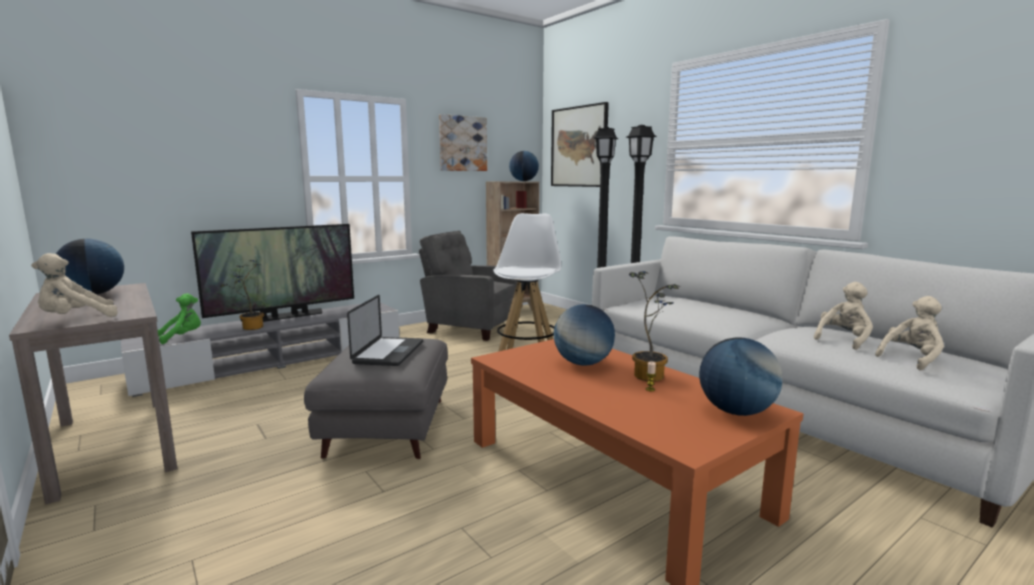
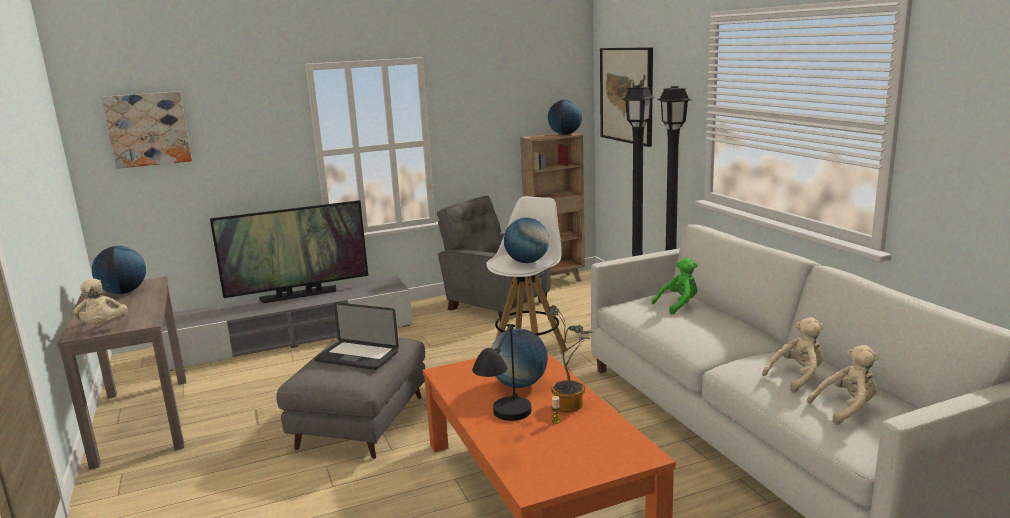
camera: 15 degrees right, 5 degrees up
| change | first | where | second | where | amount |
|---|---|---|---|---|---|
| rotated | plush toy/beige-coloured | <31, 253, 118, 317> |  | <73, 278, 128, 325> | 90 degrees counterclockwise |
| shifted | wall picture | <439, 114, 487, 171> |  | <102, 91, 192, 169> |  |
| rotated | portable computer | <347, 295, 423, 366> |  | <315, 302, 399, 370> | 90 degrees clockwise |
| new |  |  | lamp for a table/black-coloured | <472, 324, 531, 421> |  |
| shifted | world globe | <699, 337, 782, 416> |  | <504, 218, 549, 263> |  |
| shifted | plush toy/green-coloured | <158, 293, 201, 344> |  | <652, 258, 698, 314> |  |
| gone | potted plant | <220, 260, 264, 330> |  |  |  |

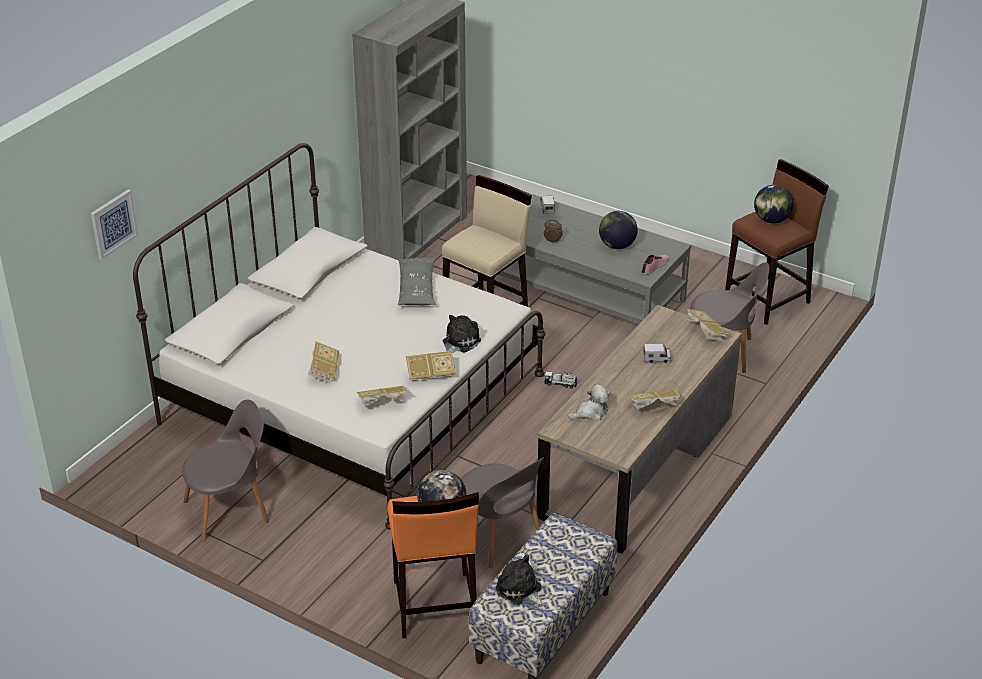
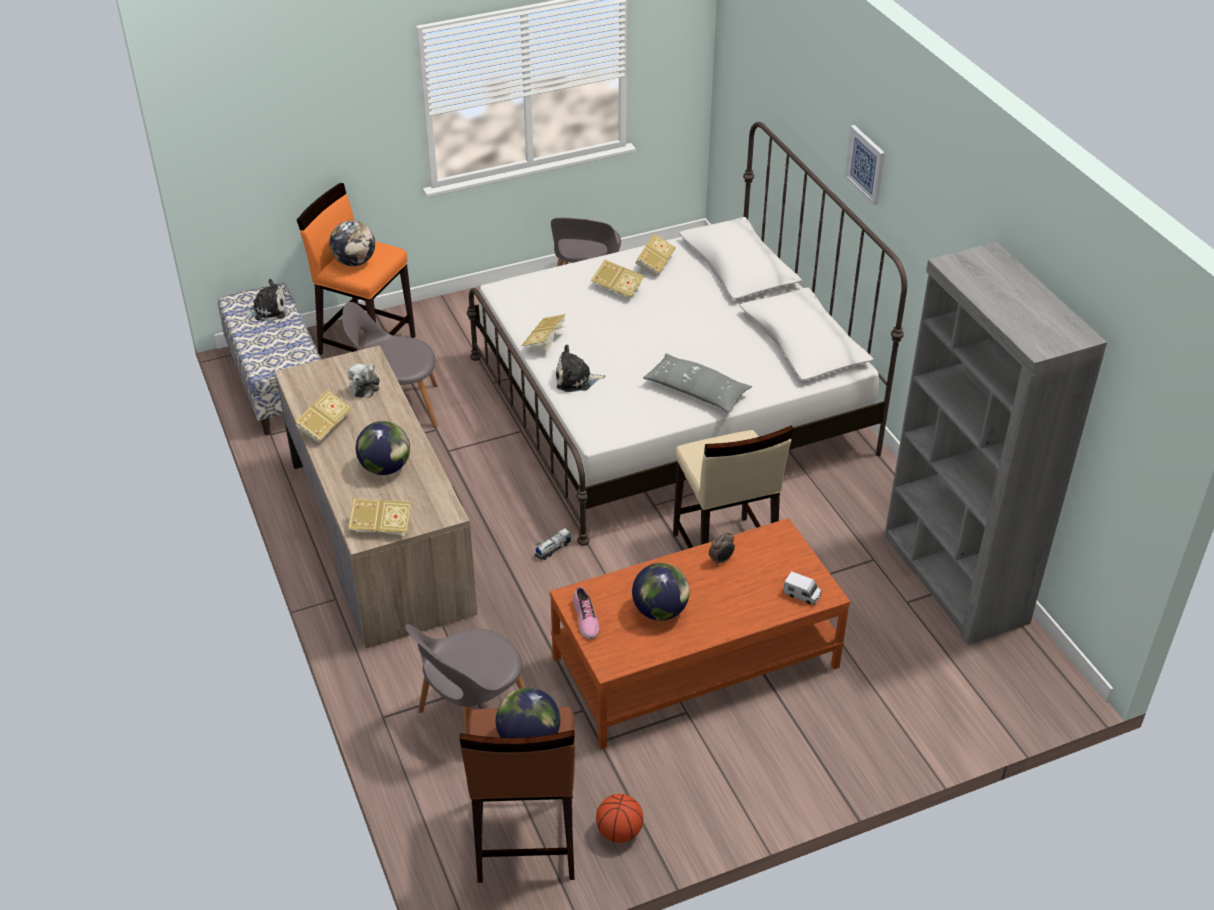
camera: 125 degrees right, 5 degrees up
| change | first | where | second | where | amount |
|---|---|---|---|---|---|
| swapped | model truck | <643, 344, 671, 363> | world globe | <356, 421, 410, 475> |  |
| repainted | lounge table/gray | <494, 194, 691, 324> | lounge table/brown-coloured | <550, 518, 850, 749> |  |
| rotated | plush toy | <443, 315, 481, 353> |  | <556, 344, 606, 392> | 105 degrees clockwise |
| new |  |  | basketball | <596, 794, 643, 843> |  |
| shifted | book | <357, 386, 407, 407> |  | <635, 233, 676, 277> |  |
| shifted | wall picture | <91, 189, 138, 260> |  | <845, 125, 885, 205> |  |

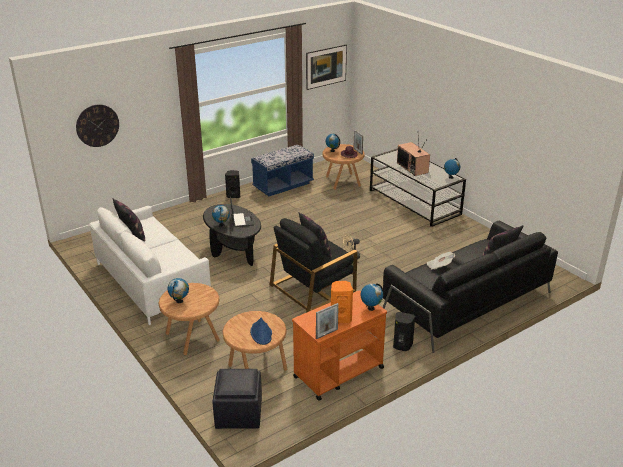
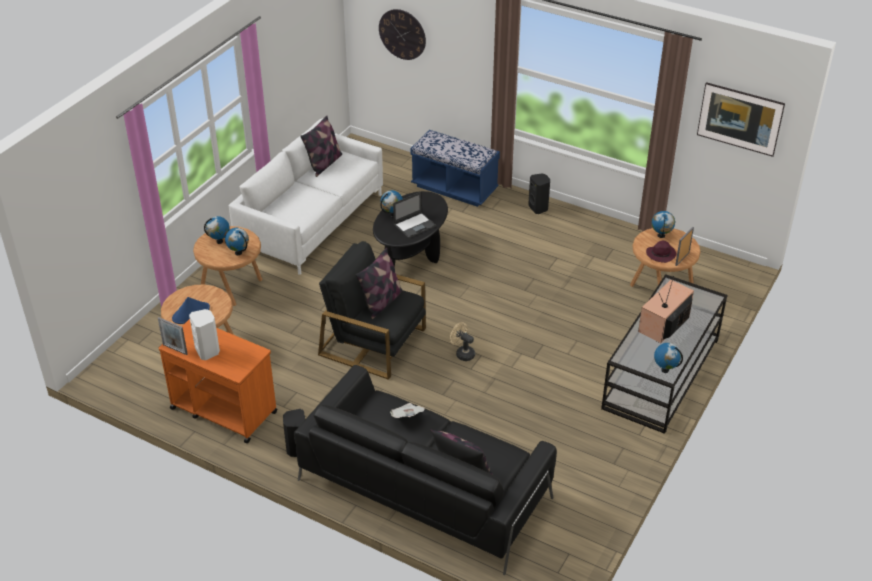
camera: 65 degrees right, 10 degrees up
| change | first | where | second | where | amount |
|---|---|---|---|---|---|
| repainted | loudspeaker/orange-coloured | <331, 281, 353, 323> | loudspeaker/white-coloured | <189, 309, 220, 360> |  |
| shifted | world globe | <361, 283, 383, 311> |  | <225, 228, 249, 255> |  |
| shifted | long seat/bluish | <251, 145, 314, 196> |  | <411, 130, 500, 207> |  |
| gone | pouffe/black-coloured | <213, 369, 262, 429> |  |  |  |

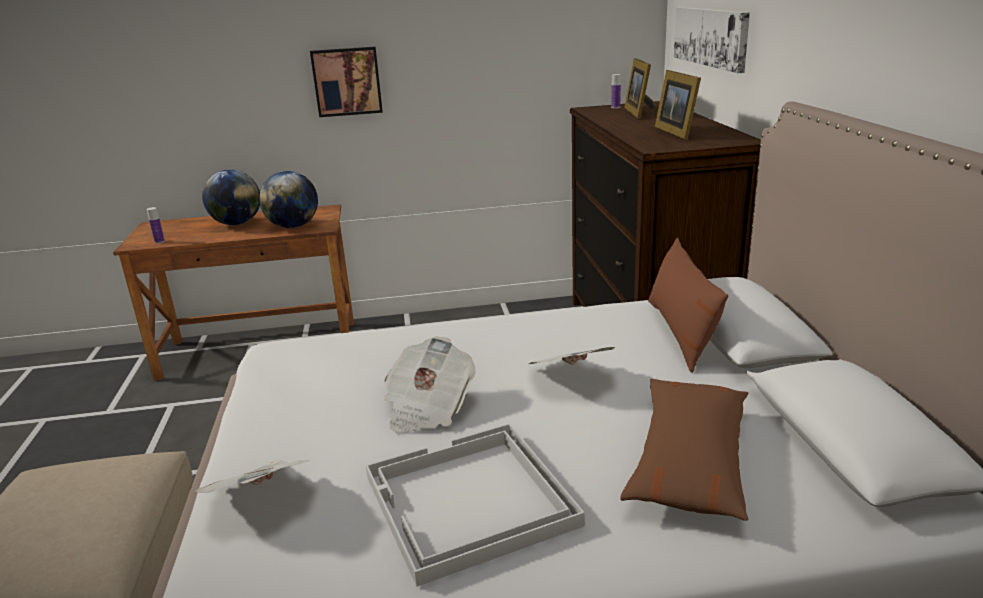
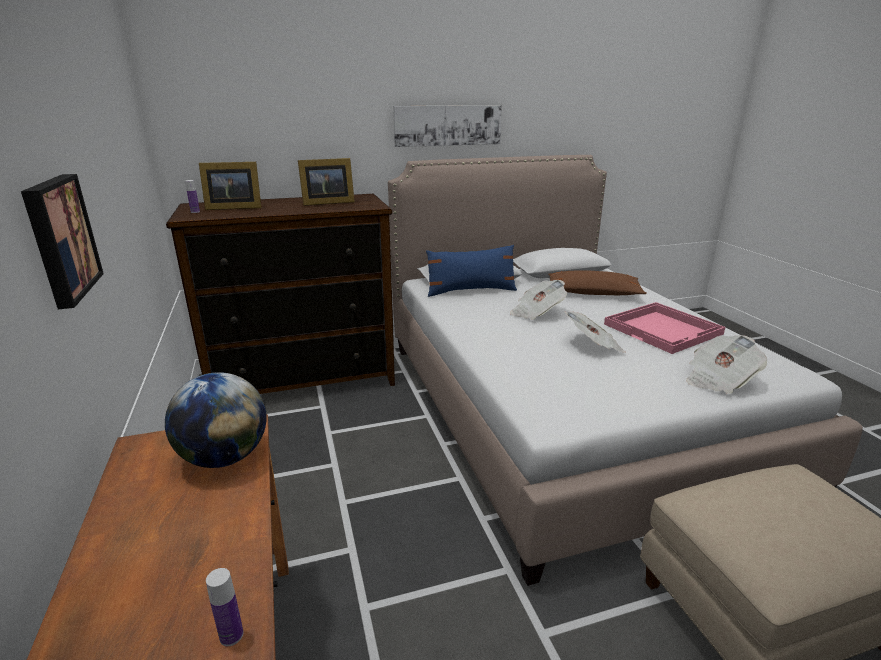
camera: 100 degrees left, 0 degrees up
| change | first | where | second | where | amount |
|---|---|---|---|---|---|
| shifted | wall picture | <674, 7, 750, 73> |  | <393, 105, 502, 147> |  |
| repainted | throw pillow/brown-coloured | <648, 238, 728, 373> | throw pillow/bluish | <426, 245, 517, 297> |  |
| repainted | carrying tray/white-coloured | <366, 423, 585, 587> | carrying tray/pink-coloured | <604, 302, 725, 354> |  |
| gone | world globe | <202, 169, 260, 225> |  |  |  |

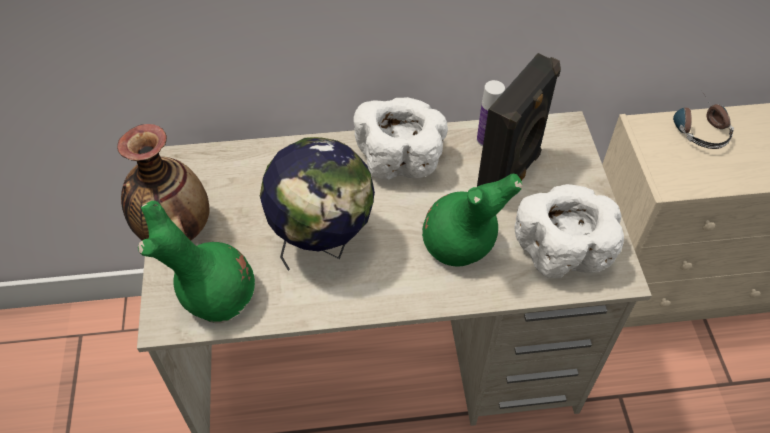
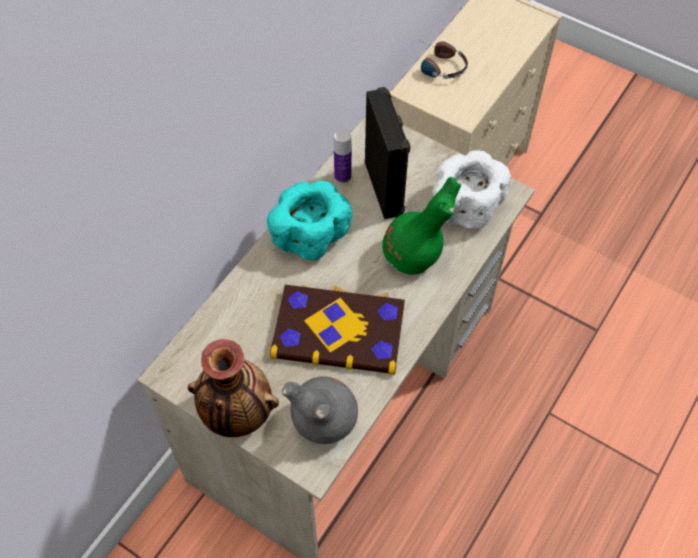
camera: 50 degrees left, 5 degrees up
| change | first | where | second | where | amount |
|---|---|---|---|---|---|
| repainted | deep dish/white-coloured | <353, 97, 448, 180> | deep dish/turquoise-coloured | <267, 181, 352, 261> |  |
| swapped | world globe | <260, 137, 375, 271> | book | <270, 284, 405, 375> |  |
| repainted | flower vase/green-coloured | <138, 201, 255, 323> | flower vase/gray | <282, 376, 358, 444> |  |

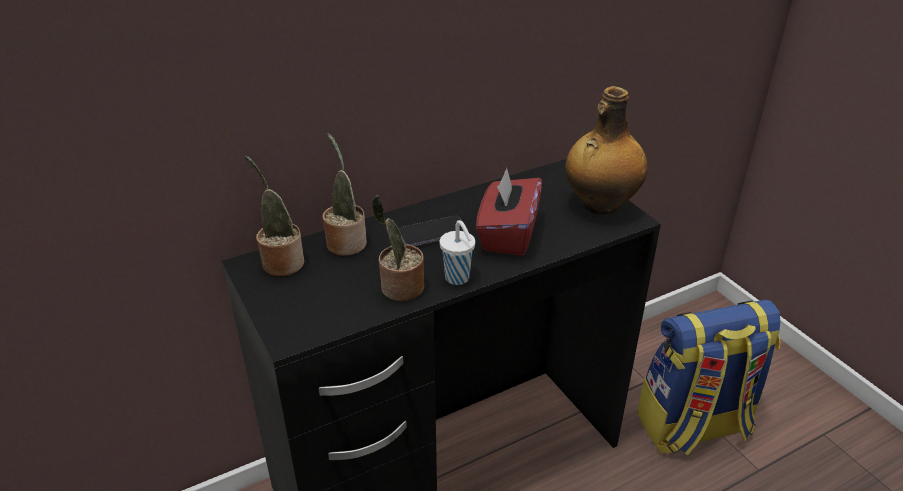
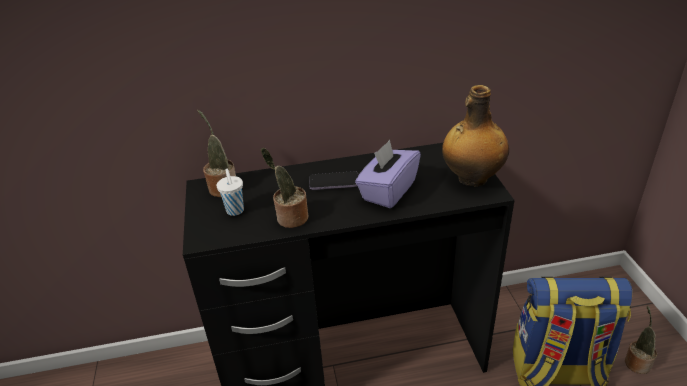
camera: 20 degrees right, 0 degrees up
| change | first | where | second | where | amount |
|---|---|---|---|---|---|
| shifted | drinking cup/white-coloured | <440, 220, 475, 285> |  | <216, 169, 244, 216> |  |
| repainted | tissue holder/red | <476, 168, 542, 256> | tissue holder/purple-coloured | <355, 140, 421, 208> |  |
| shifted | potted plant | <322, 133, 367, 256> |  | <625, 306, 657, 374> |  |

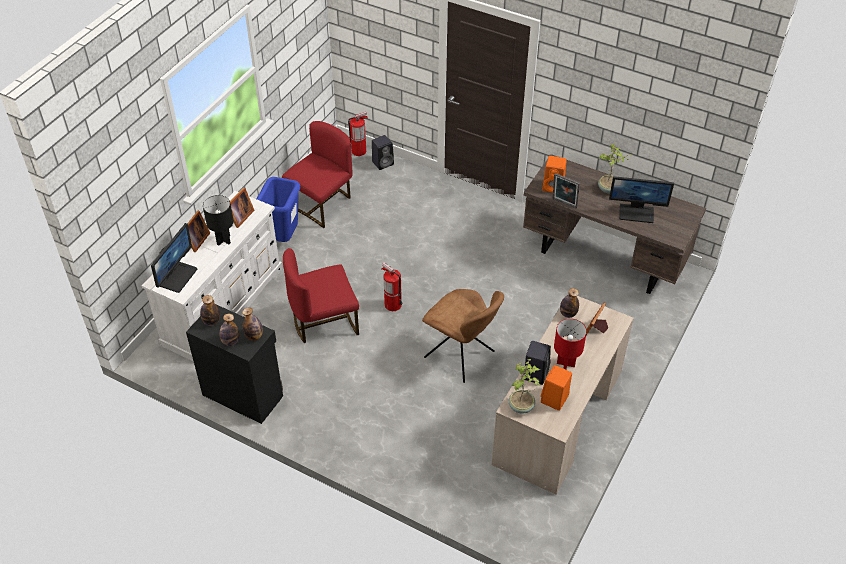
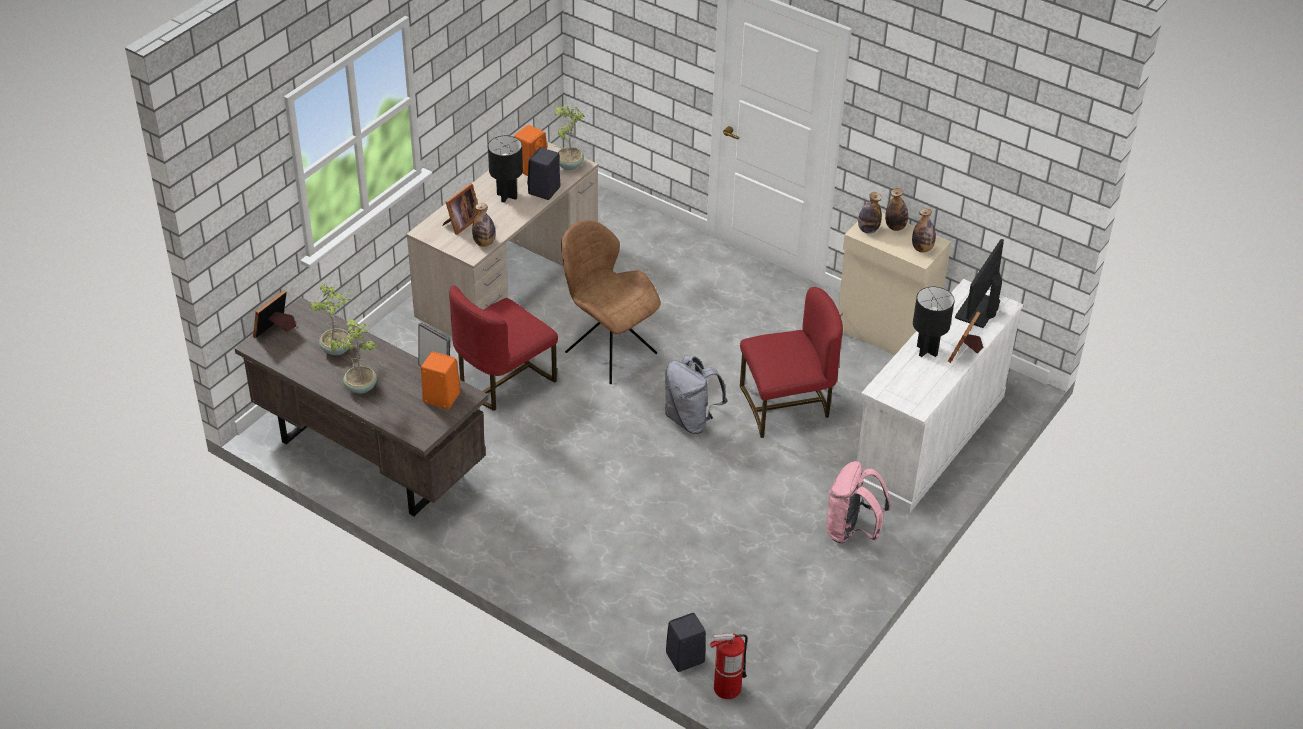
camera: 175 degrees left, 5 degrees down
| change | first | where | second | where | amount |
|---|---|---|---|---|---|
| shifted | picture frame | <230, 187, 255, 228> |  | <253, 290, 296, 339> |  |
| swapped | monitor | <609, 176, 674, 223> | potted plant | <310, 283, 353, 355> |  |
| shifted | chair/red | <282, 121, 353, 228> |  | <449, 285, 558, 411> |  |
| repainted | lamp for a table/red | <554, 319, 587, 370> | lamp for a table/black-coloured | <488, 136, 523, 203> |  |
| swapped | fire-fighting cylinder | <382, 262, 403, 311> | knapsack/gray | <665, 355, 727, 434> |  |
| swapped | trash can/bluish | <257, 177, 301, 242> | knapsack/pink-coloured | <826, 461, 890, 543> |  |
| repainted | cabinet/black-coloured | <186, 305, 283, 424> | cabinet/beige-coloured | <838, 213, 951, 355> |  |

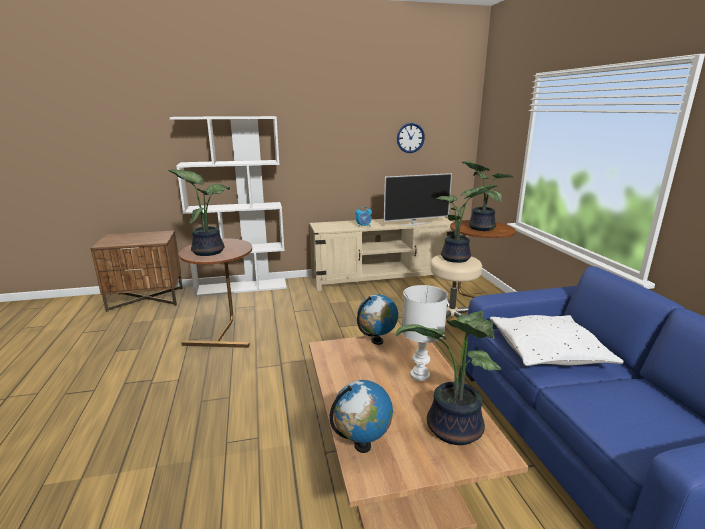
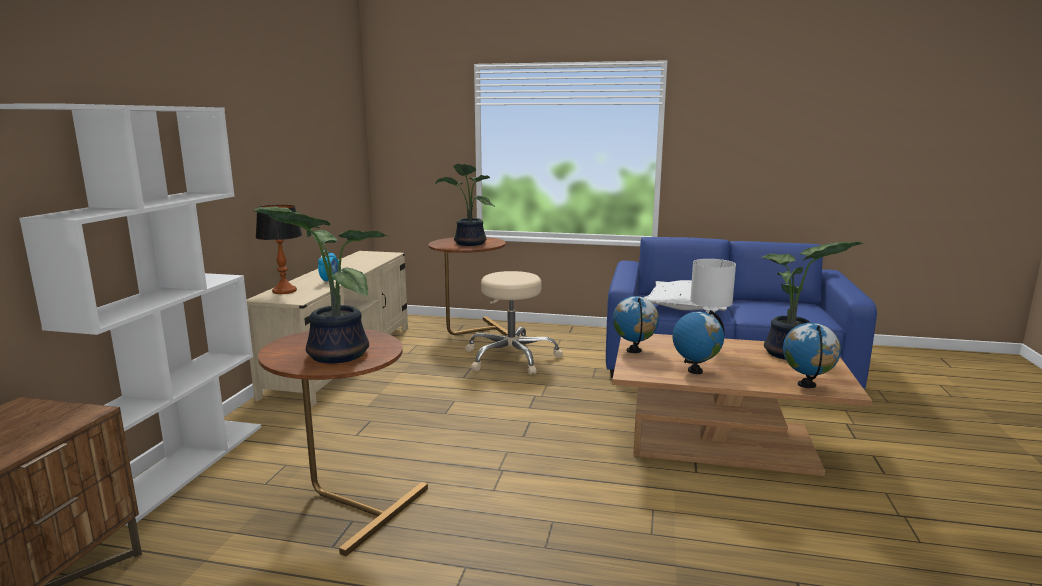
camera: 65 degrees left, 5 degrees down
| change | first | where | second | where | amount |
|---|---|---|---|---|---|
| new |  |  | lamp for a table | <255, 205, 302, 294> |  |
| new |  |  | world globe | <672, 310, 724, 374> |  |
| gone | TV | <384, 173, 452, 226> |  |  |  |
| gone | hanging clock | <397, 123, 425, 153> |  |  |  |
| gone | potted plant | <435, 185, 497, 263> |  |  |  |

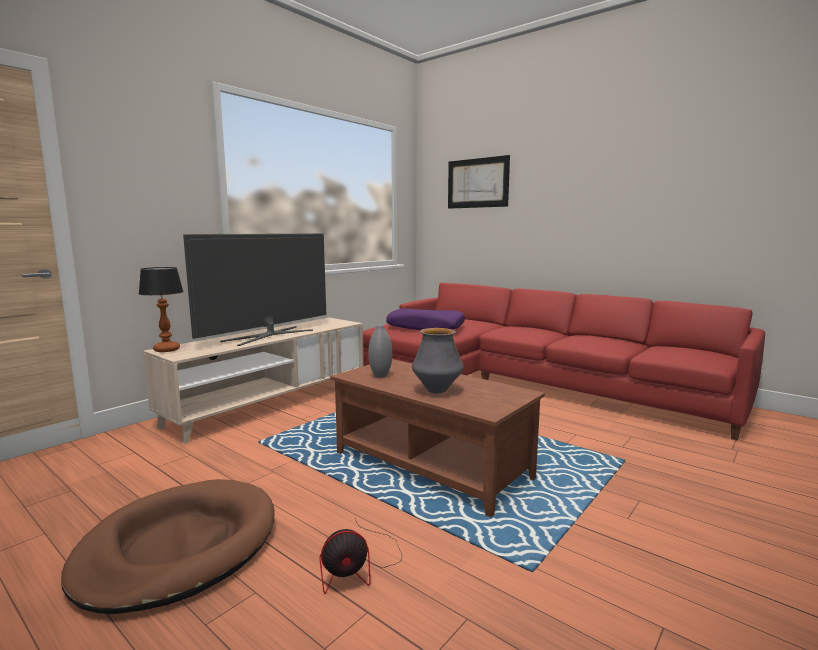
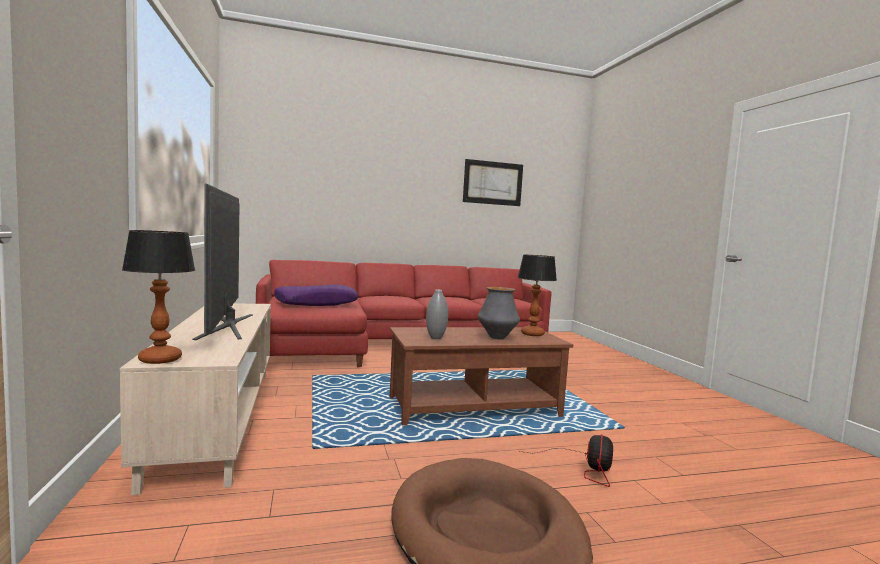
camera: 55 degrees left, 5 degrees down
| change | first | where | second | where | amount |
|---|---|---|---|---|---|
| shifted | wall picture | <448, 155, 510, 209> |  | <463, 159, 523, 206> |  |
| new |  |  | lamp for a table | <518, 255, 557, 336> |  |

